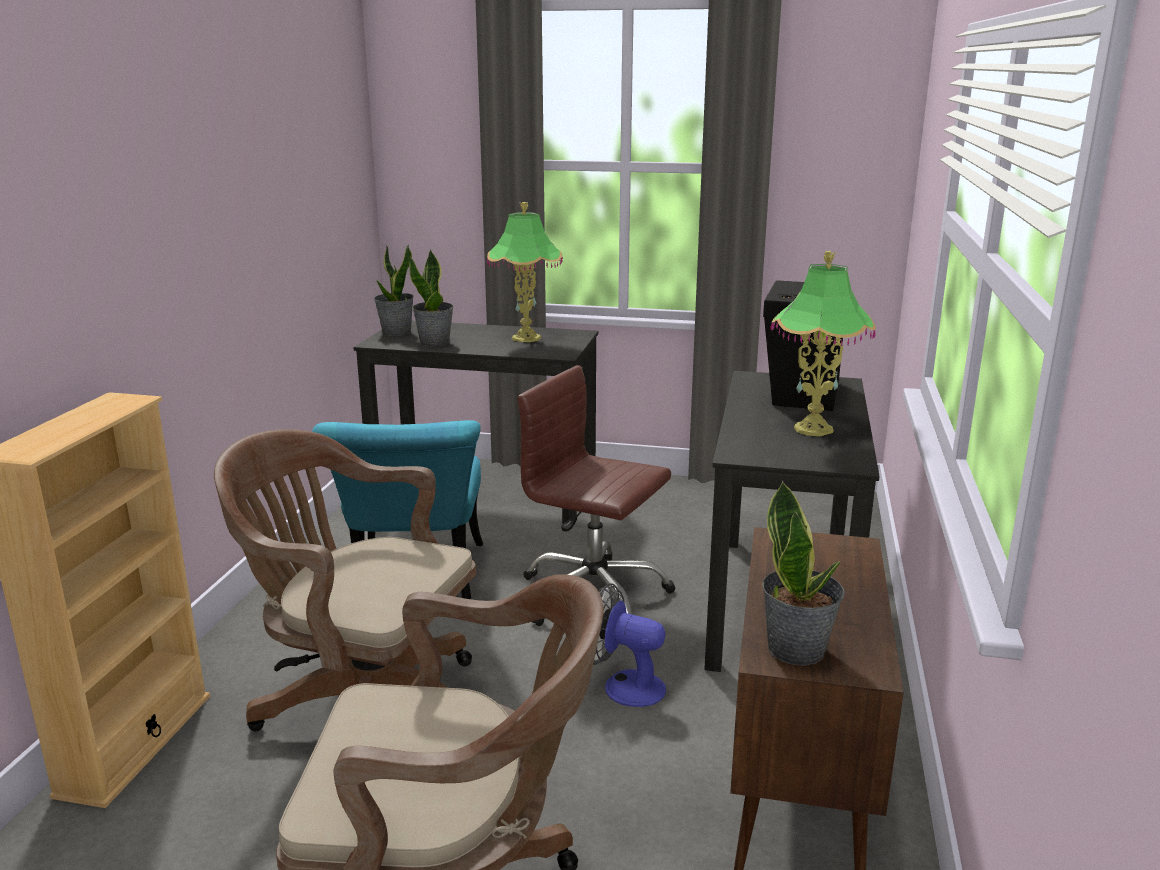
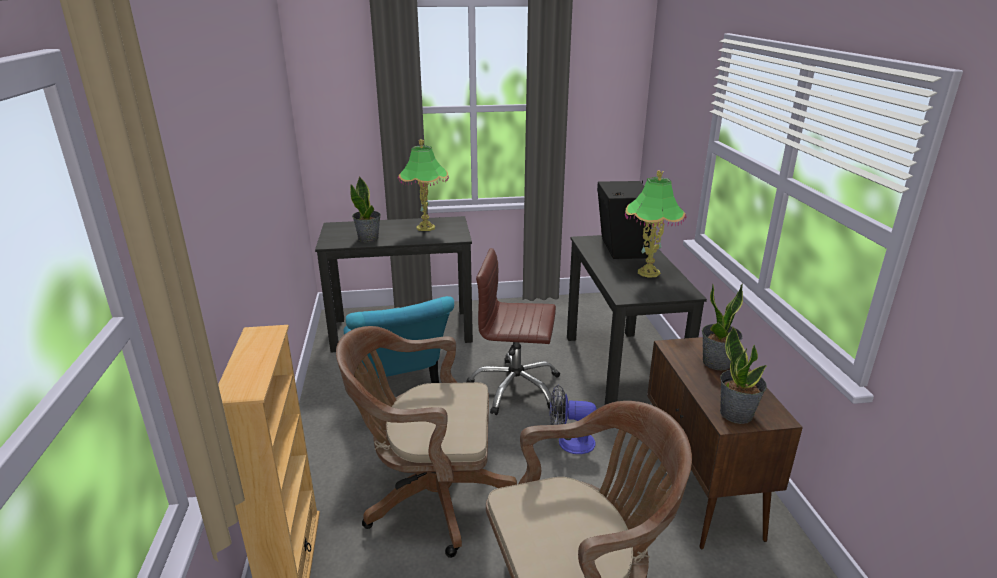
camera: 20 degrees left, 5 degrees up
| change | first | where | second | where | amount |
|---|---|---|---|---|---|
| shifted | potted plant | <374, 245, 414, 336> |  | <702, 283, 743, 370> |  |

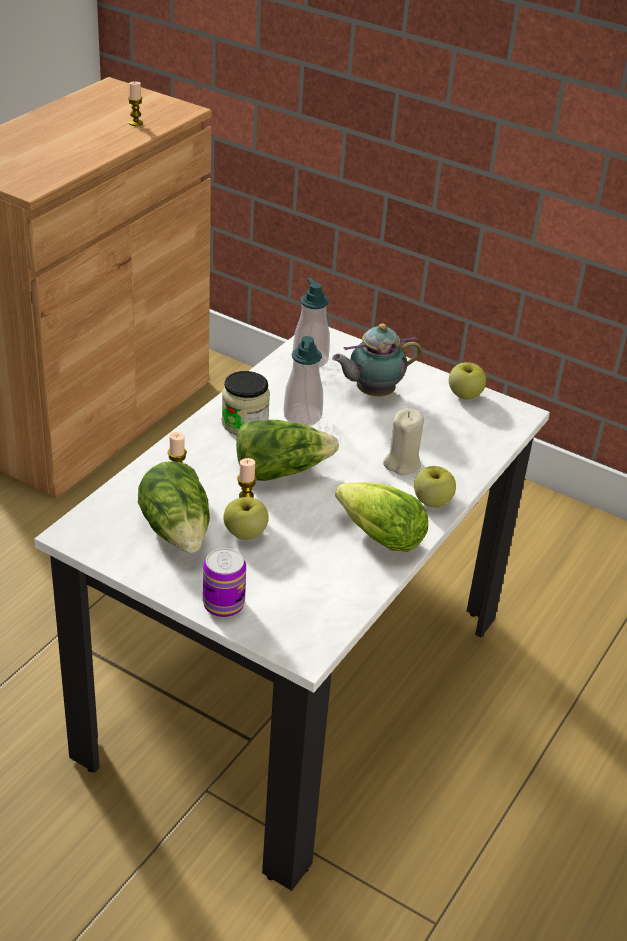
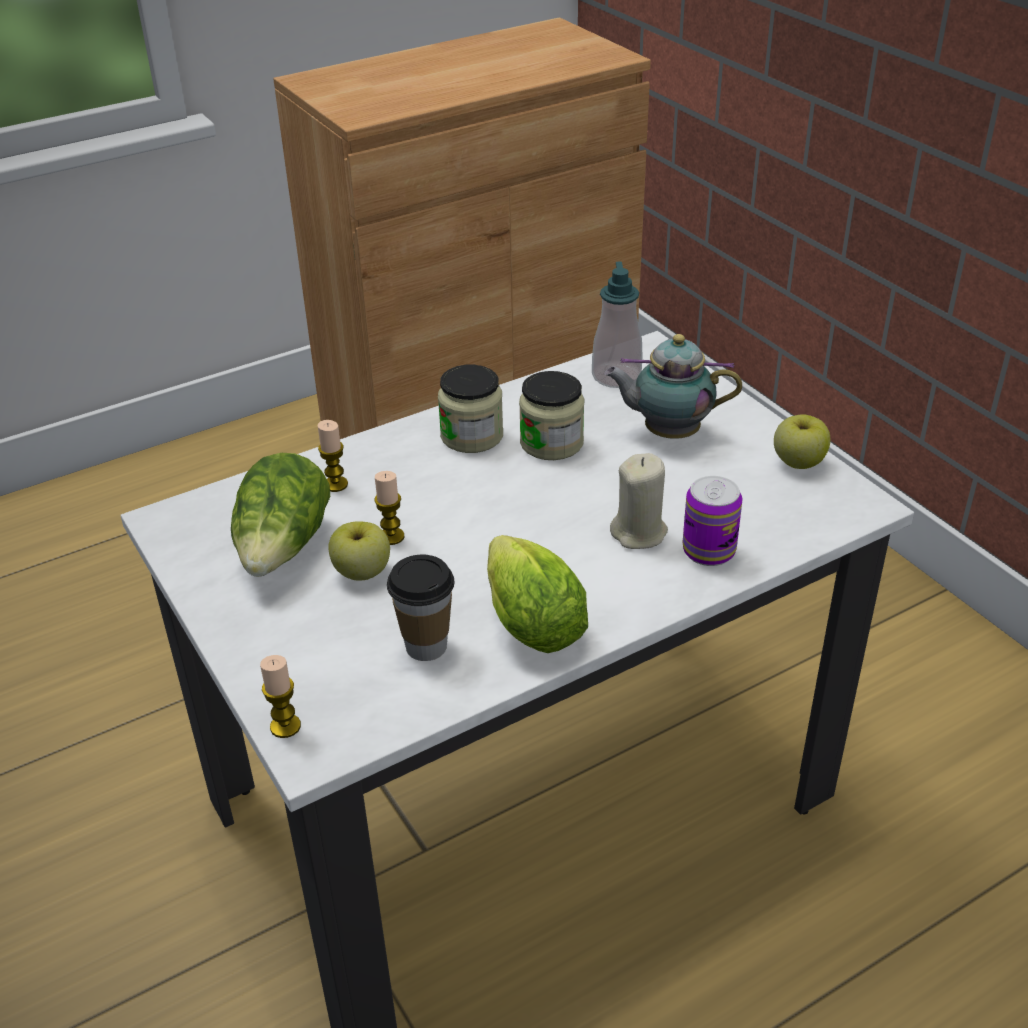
camera: 30 degrees right, 0 degrees up
| change | first | where | second | where | amount |
|---|---|---|---|---|---|
| shifted | candle | <128, 82, 143, 126> |  | <260, 655, 301, 738> |  |
| new |  |  | drinking cup | <387, 555, 455, 661> |  |
| swapped | soap bottle | <284, 336, 323, 426> | preserve jar | <519, 371, 585, 460> |  |
| shifted | metal can | <203, 548, 246, 618> |  | <683, 476, 743, 566> |  |
| gone | head of lettuce | <236, 420, 339, 481> |  |  |  |
| gone | apple | <414, 466, 456, 507> |  |  |  |

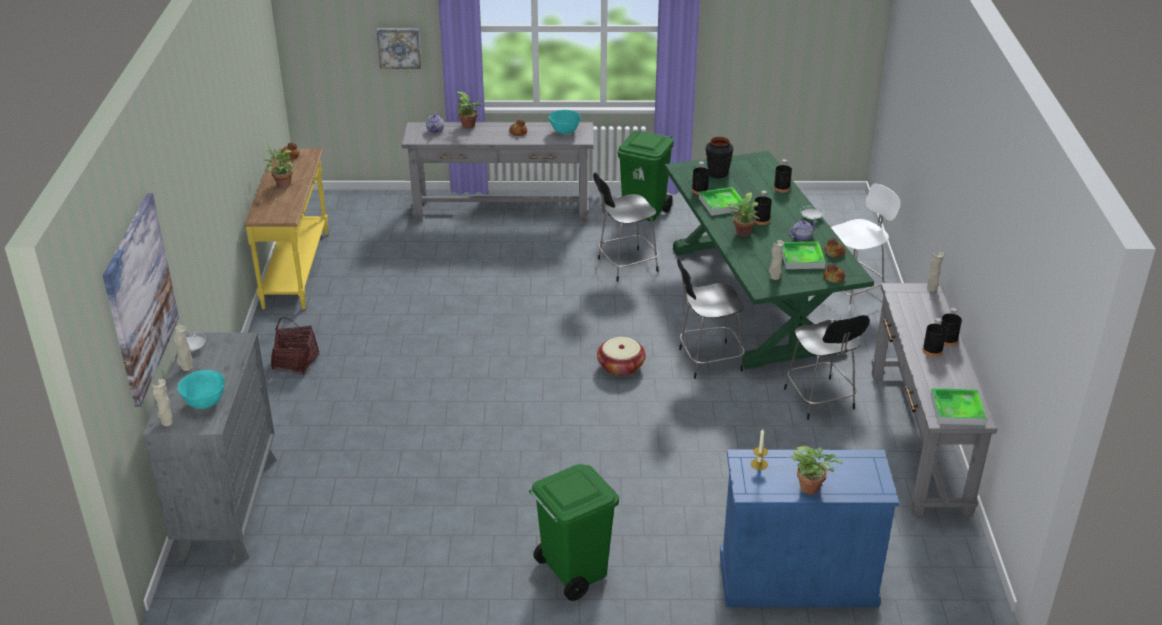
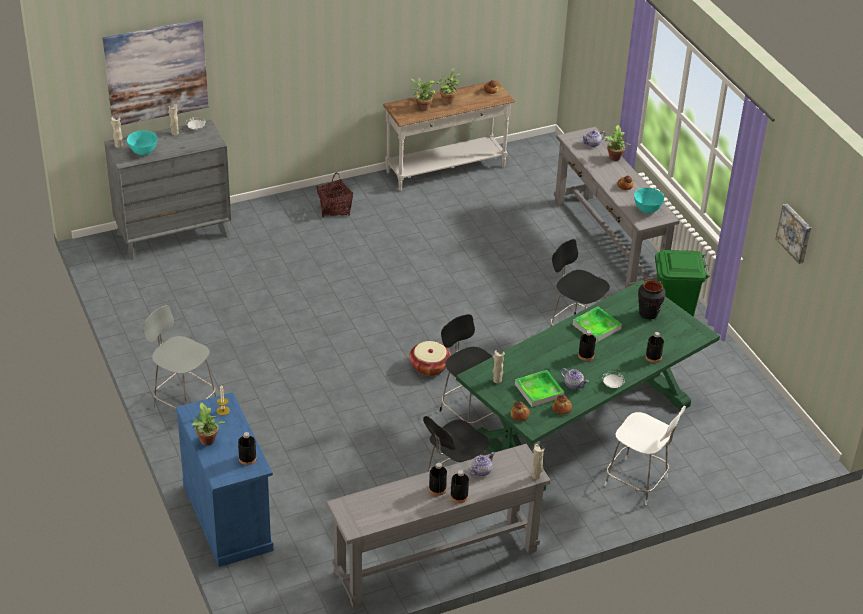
camera: 65 degrees right, 5 degrees up
| change | first | where | second | where | amount |
|---|---|---|---|---|---|
| swapped | trash can/green-coloured | <529, 464, 619, 601> | chair/gray | <142, 305, 216, 408> |  |
| shifted | drink bottle/black-coloured | <692, 161, 709, 195> |  | <238, 432, 257, 465> |  |
| repainted | narrow table/yellow | <244, 148, 328, 309> | narrow table/white-coloured | <383, 80, 515, 191> |  |
| shifted | potted plant | <727, 192, 760, 237> |  | <411, 78, 436, 111> |  |
| new |  |  | teapot | <469, 452, 495, 476> |  |
| shifted | wall picture | <377, 28, 421, 69> |  | <776, 204, 811, 264> |  |
| gone | carrying tray | <931, 388, 986, 425> |  |  |  |

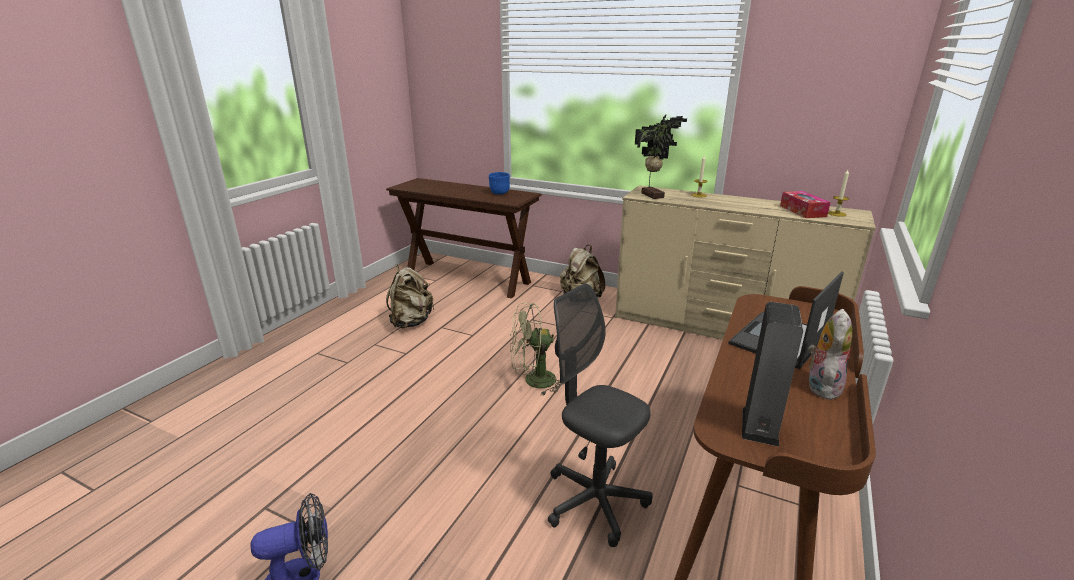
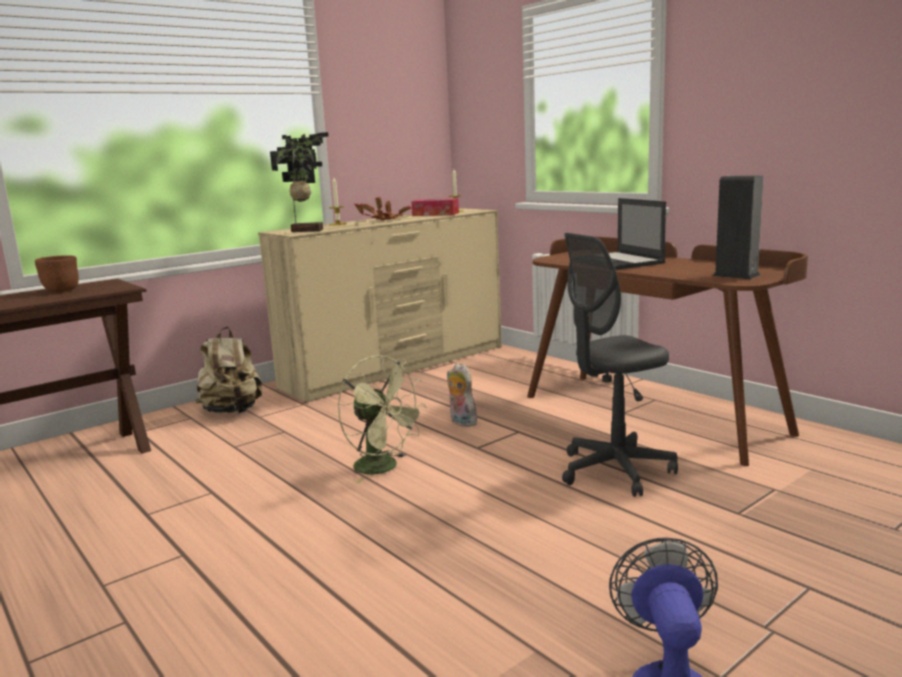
camera: 65 degrees left, 10 degrees down
| change | first | where | second | where | amount |
|---|---|---|---|---|---|
| repainted | deep dish/bluish | <489, 172, 510, 195> | deep dish/brown-coloured | <35, 255, 79, 292> |  |
| rotated | electric fan/green-coloured | <510, 303, 565, 395> |  | <337, 355, 427, 483> | 60 degrees counterclockwise |
| new |  |  | potted plant | <354, 197, 411, 220> |  |
| shifted | plush toy | <808, 309, 852, 400> |  | <447, 363, 477, 427> |  |
| gone | knapsack/beige-coloured | <386, 264, 435, 328> |  |  |  |

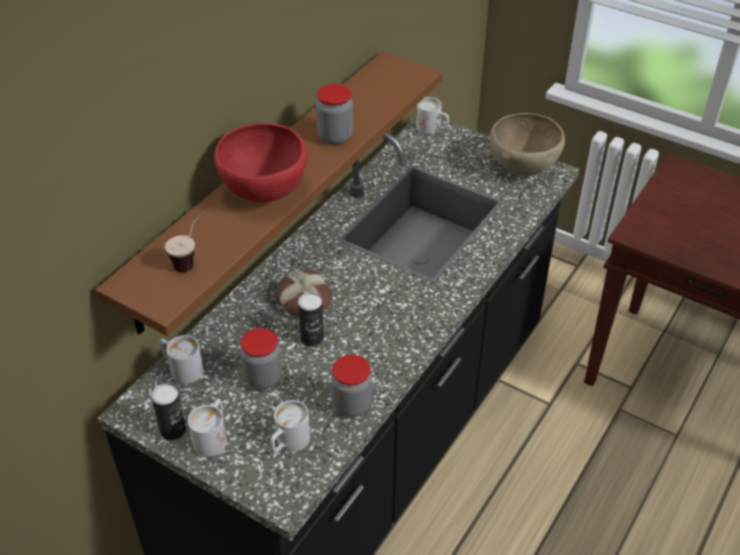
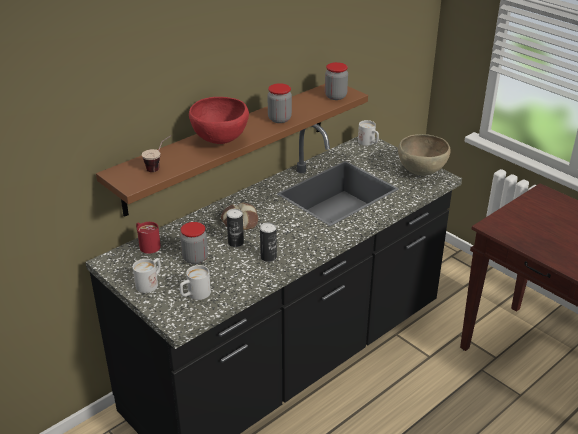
camera: 15 degrees right, 10 degrees down
| change | first | where | second | where | amount |
|---|---|---|---|---|---|
| repainted | coffee mug/white-coloured | <160, 335, 204, 384> | coffee mug/red | <136, 222, 161, 254> |  |
| shifted | metal can | <151, 384, 186, 440> |  | <260, 222, 277, 262> |  |
| shifted | preserve jar | <331, 355, 372, 418> |  | <325, 62, 348, 100> |  |

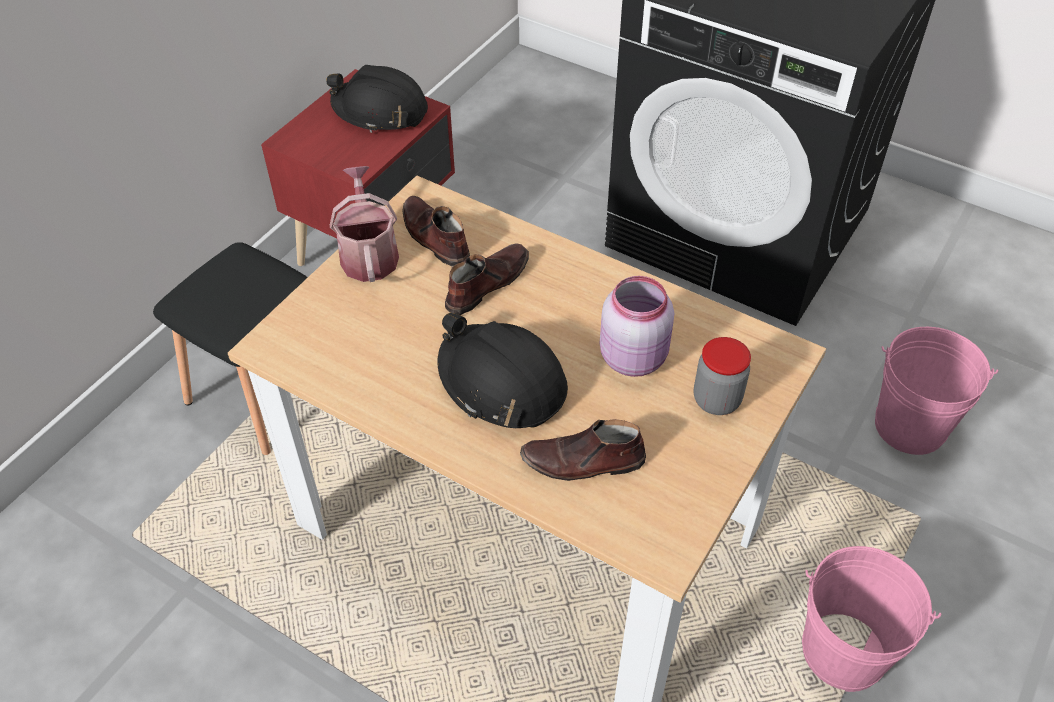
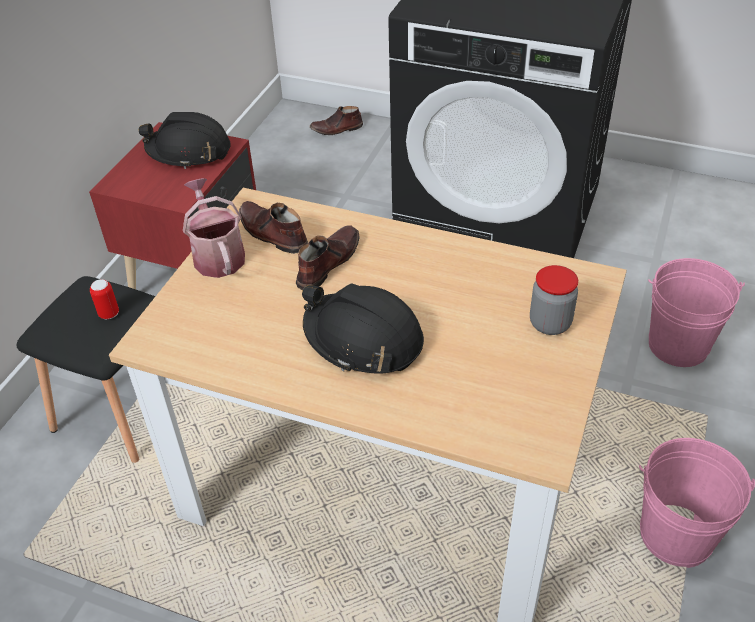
camera: 10 degrees left, 5 degrees down
| change | first | where | second | where | amount |
|---|---|---|---|---|---|
| new |  |  | metal can | <90, 279, 119, 319> |  |
| shifted | item of footwear/brown-coloured | <520, 419, 646, 481> |  | <310, 106, 363, 135> |  |
| gone | preserve jar/pink-coloured | <600, 276, 674, 377> |  |  |  |

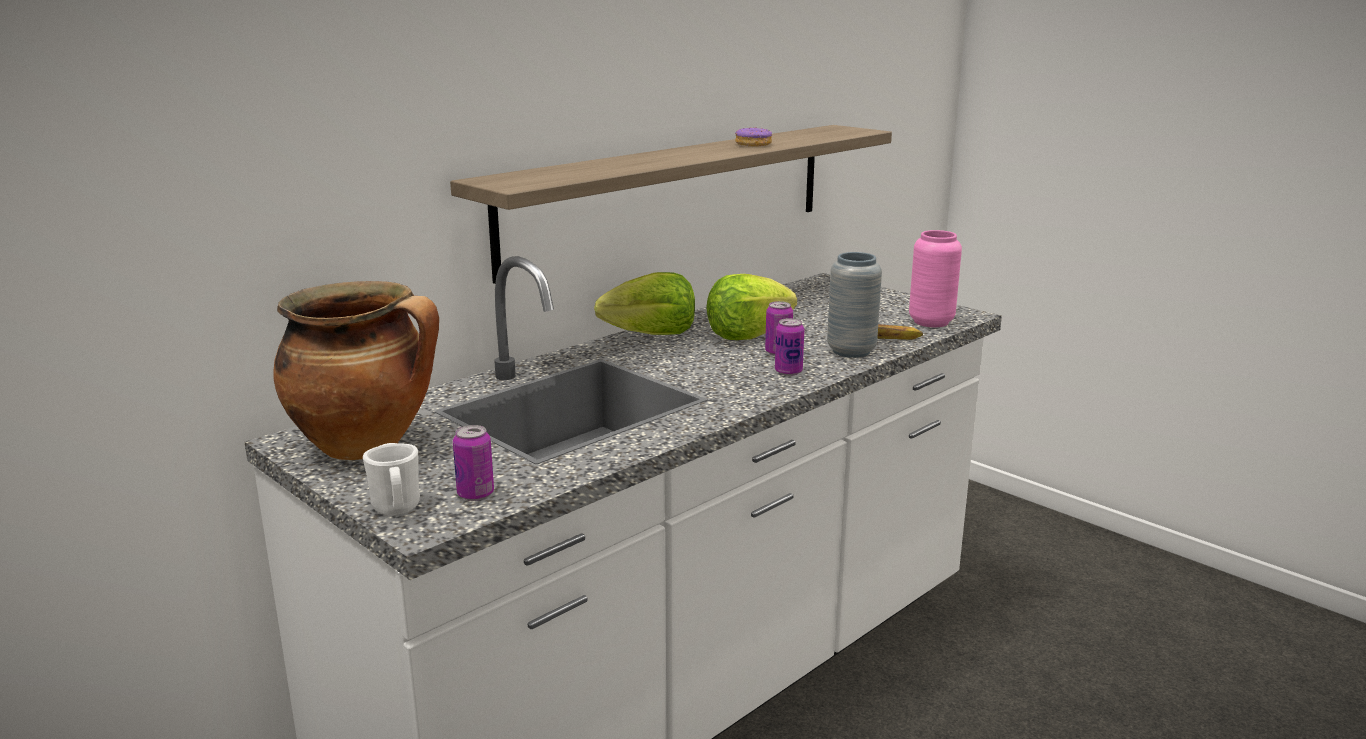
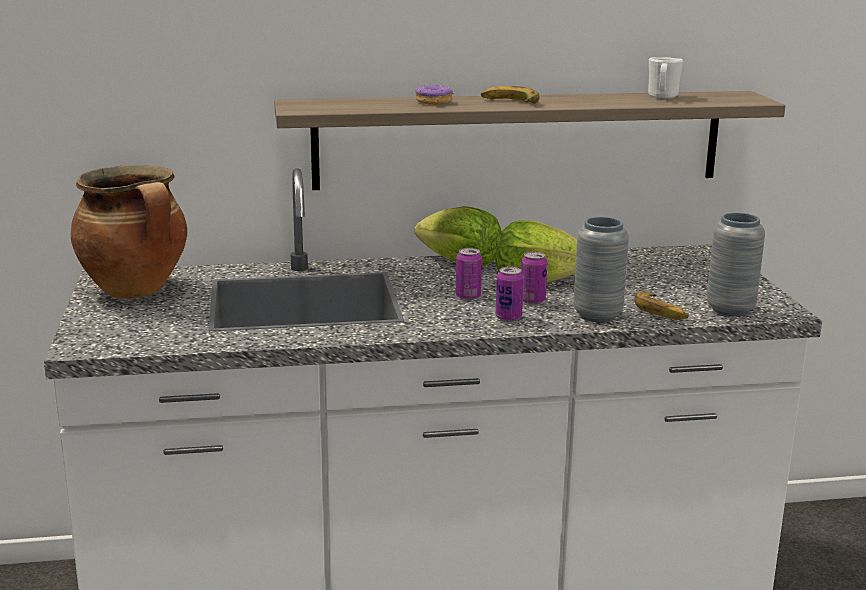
camera: 35 degrees right, 0 degrees up
| change | first | where | second | where | amount |
|---|---|---|---|---|---|
| shifted | doughnut | <735, 127, 772, 147> |  | <415, 85, 453, 105> |  |
| shifted | metal can | <453, 425, 494, 501> |  | <456, 248, 482, 300> |  |
| new |  |  | banana | <481, 86, 540, 104> |  |
| shifted | coffee mug/white-coloured | <363, 443, 420, 516> |  | <648, 57, 683, 99> |  |
| repainted | flower vase/pink-coloured | <909, 230, 962, 327> | flower vase/gray | <707, 212, 765, 316> |  |

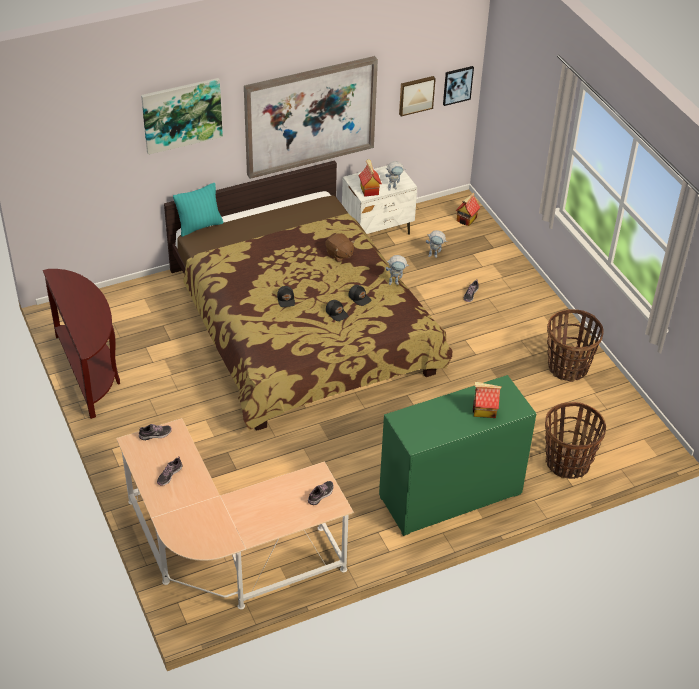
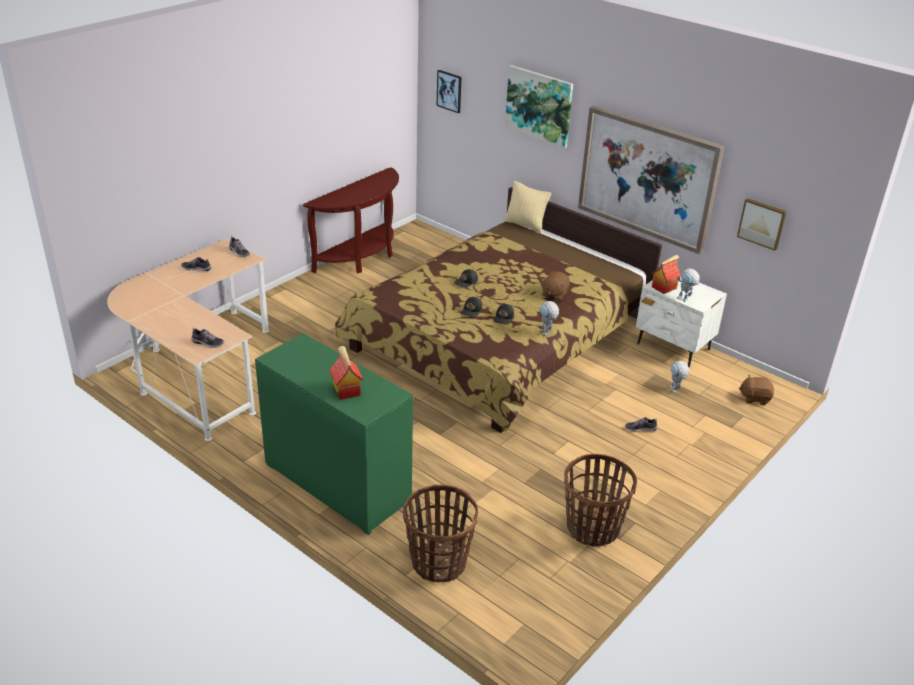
camera: 65 degrees right, 10 degrees down
| change | first | where | second | where | amount |
|---|---|---|---|---|---|
| shifted | wall picture | <443, 66, 474, 106> |  | <437, 70, 462, 113> |  |
| repainted | throw pillow/turquoise-coloured | <173, 183, 223, 237> | throw pillow/beige-coloured | <504, 181, 551, 234> |  |
| swapped | miniature house | <455, 193, 480, 226> | plush toy/brown-coloured | <739, 375, 774, 405> |  |

